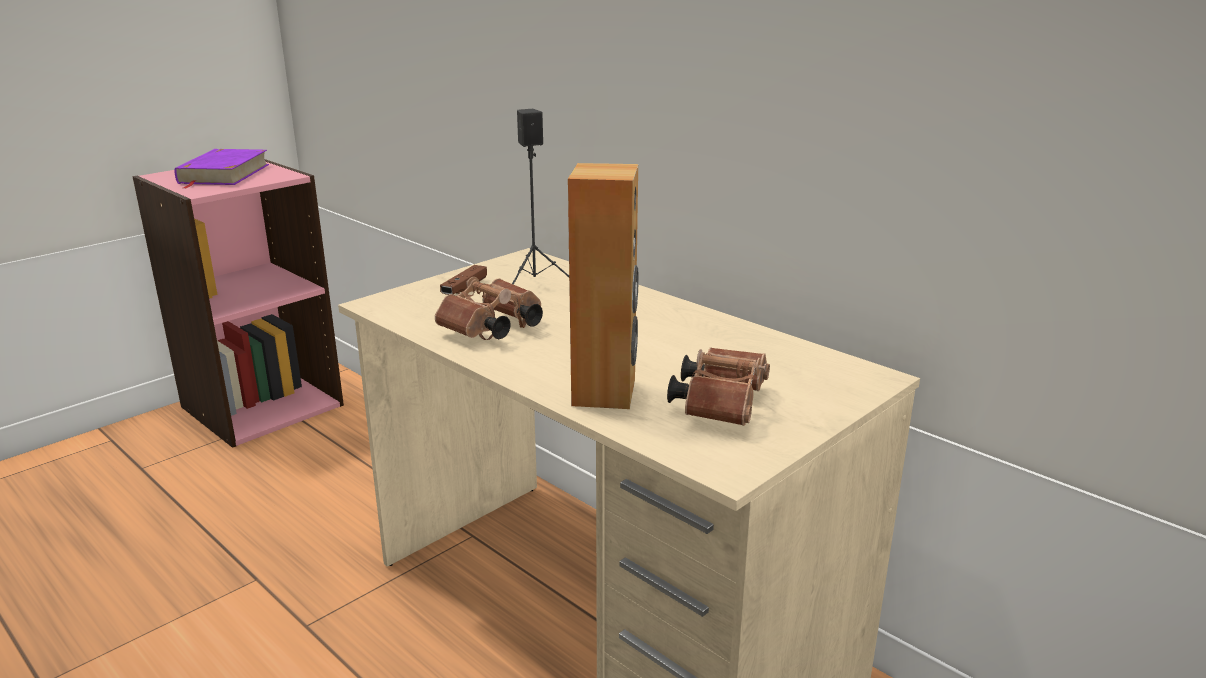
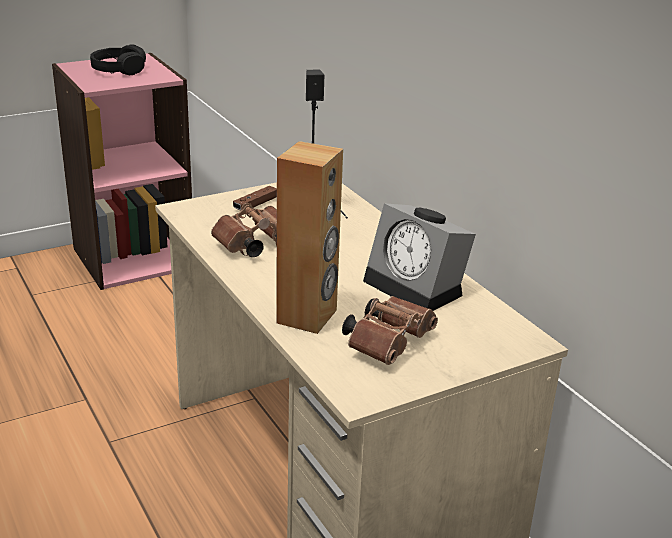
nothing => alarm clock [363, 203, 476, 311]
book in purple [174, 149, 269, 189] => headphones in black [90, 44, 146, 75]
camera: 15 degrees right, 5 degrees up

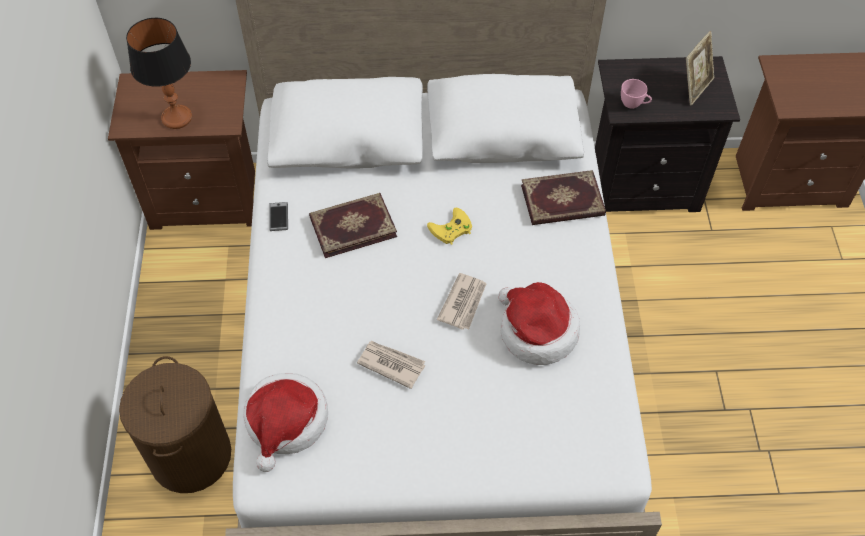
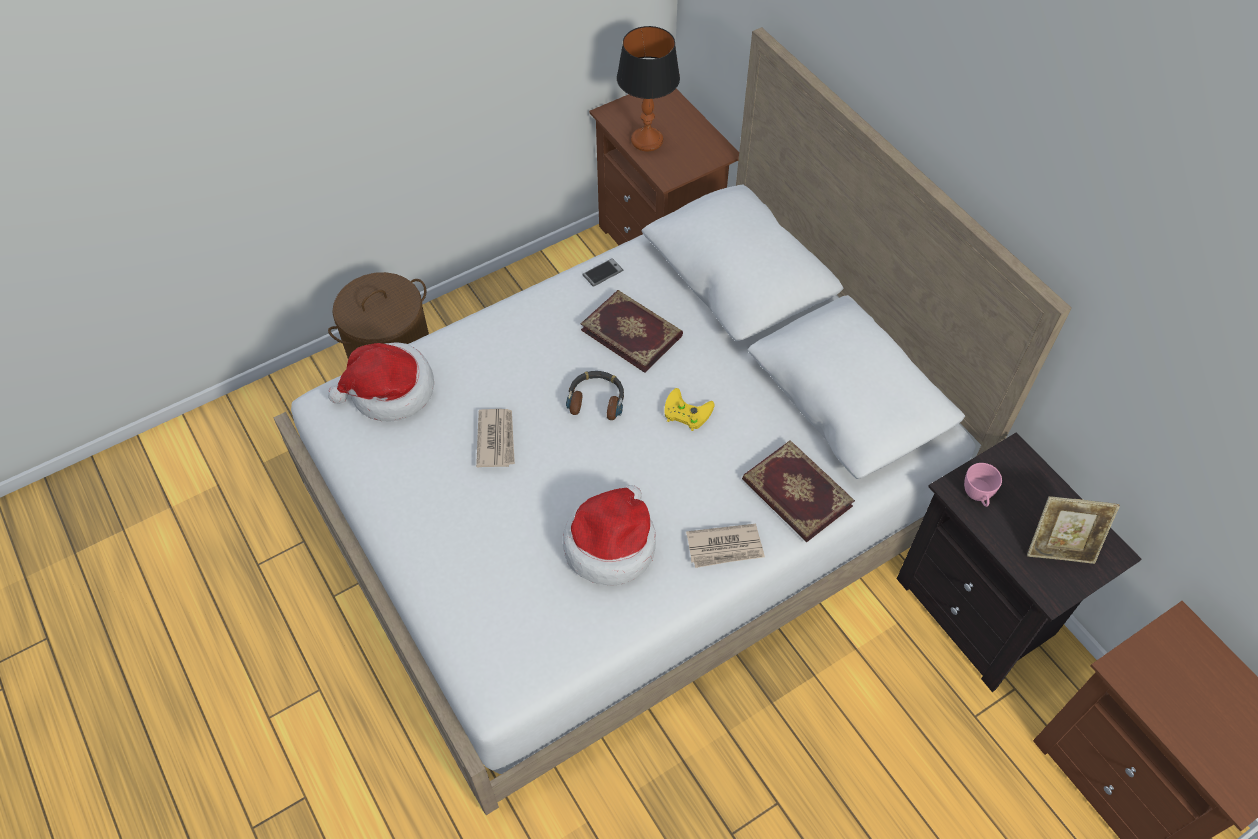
nothing => headphones [566, 371, 624, 420]
newspaper [437, 273, 487, 330] => newspaper [686, 524, 765, 568], shifted
camera: 60 degrees right, 0 degrees up

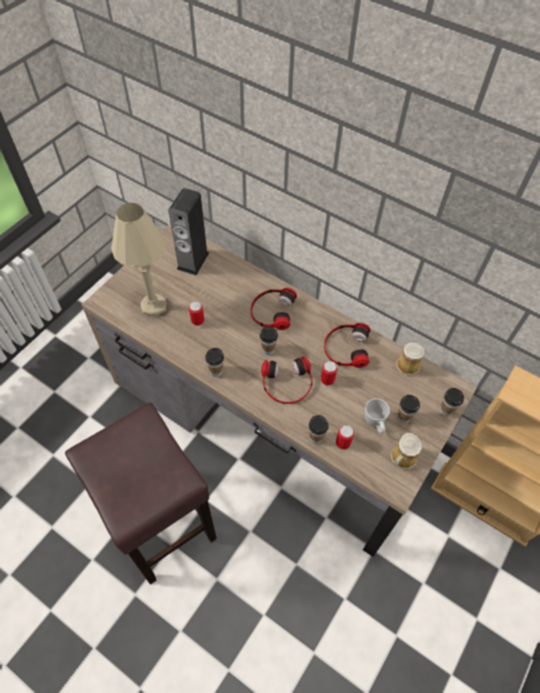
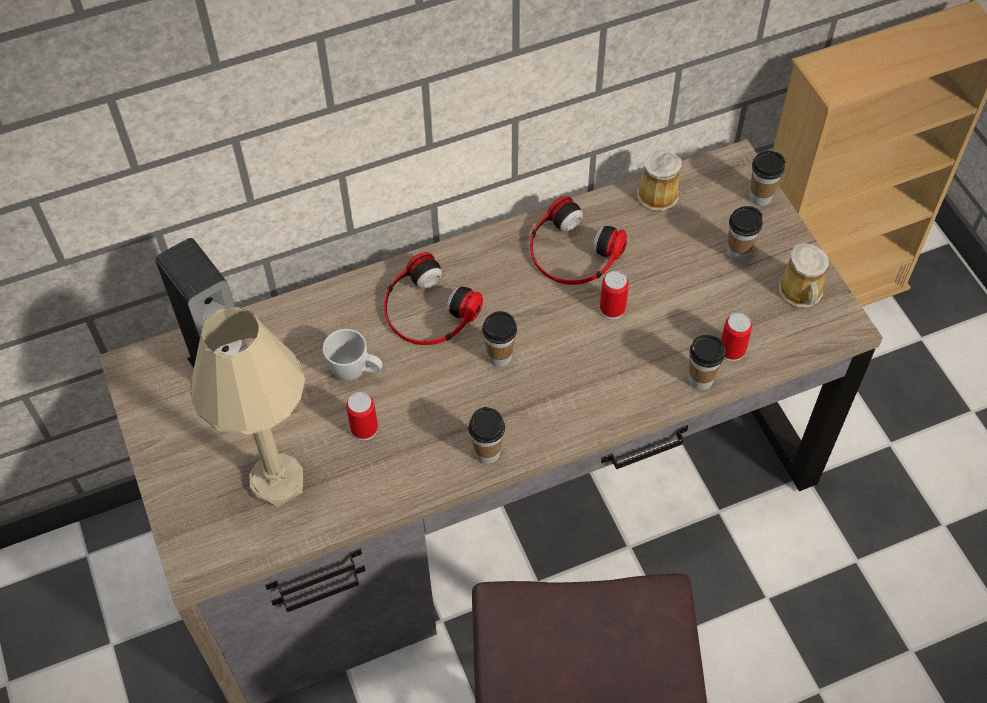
headphones [261, 356, 313, 404] => nothing
mug in white [365, 399, 390, 433] => mug in white [323, 329, 383, 381], shifted
camera: 55 degrees left, 0 degrees up

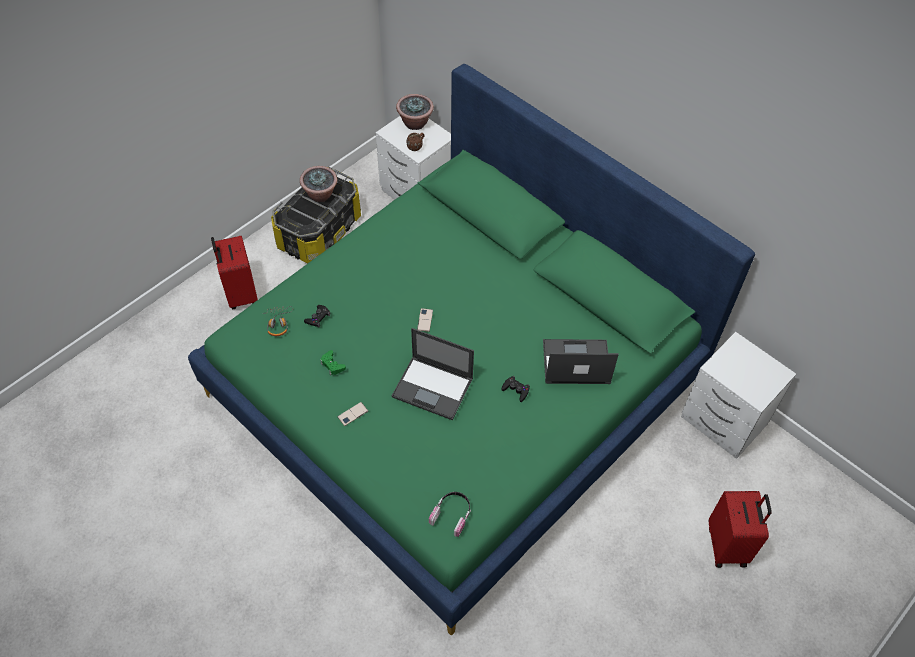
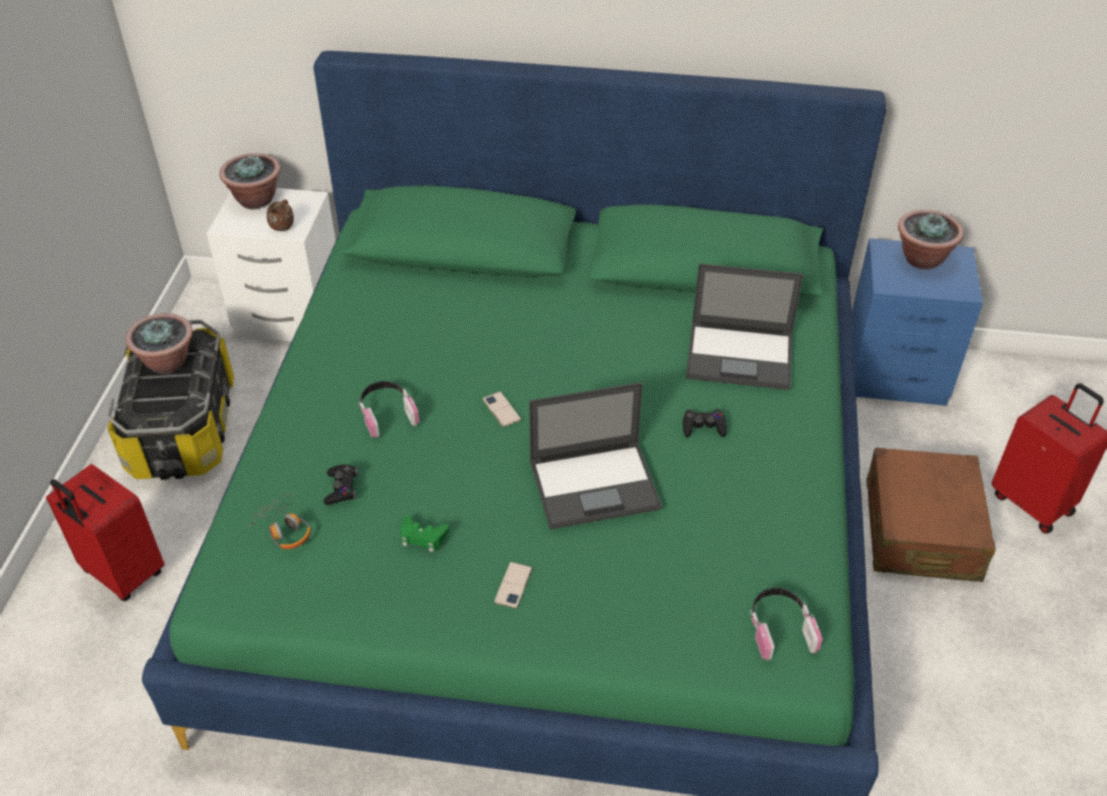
nothing => headphones [359, 381, 419, 438]
nothing => suitcase in brown [866, 448, 996, 582]
nothing => potted plant [898, 210, 964, 270]
nightstand in white [681, 332, 796, 459] => nightstand in blue [852, 238, 983, 406]
laptop [543, 339, 619, 384] => laptop [686, 263, 804, 390], 135 degrees counterclockwise
camera: 35 degrees left, 10 degrees down

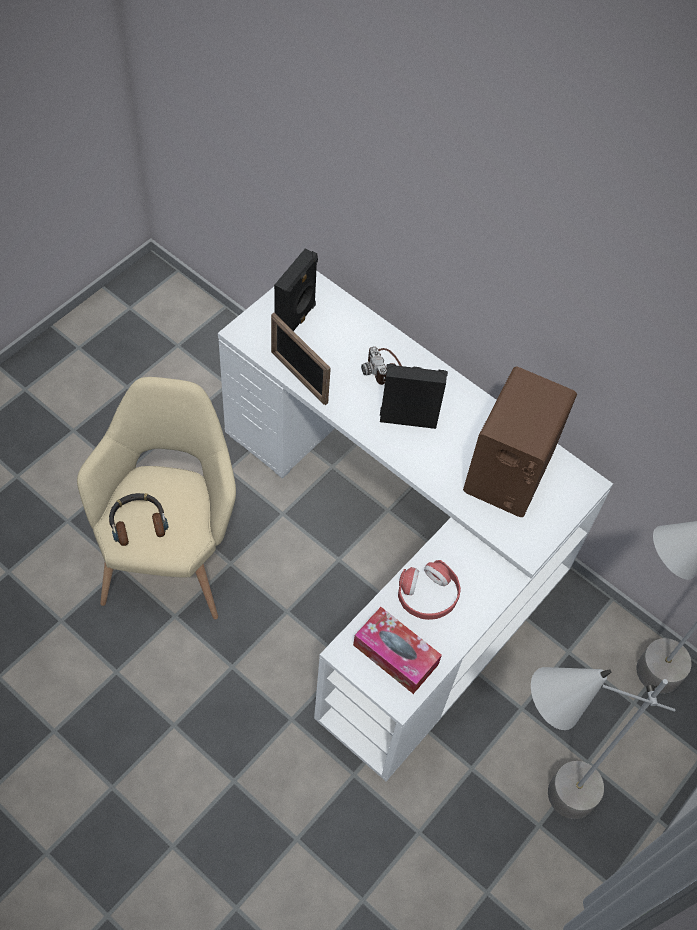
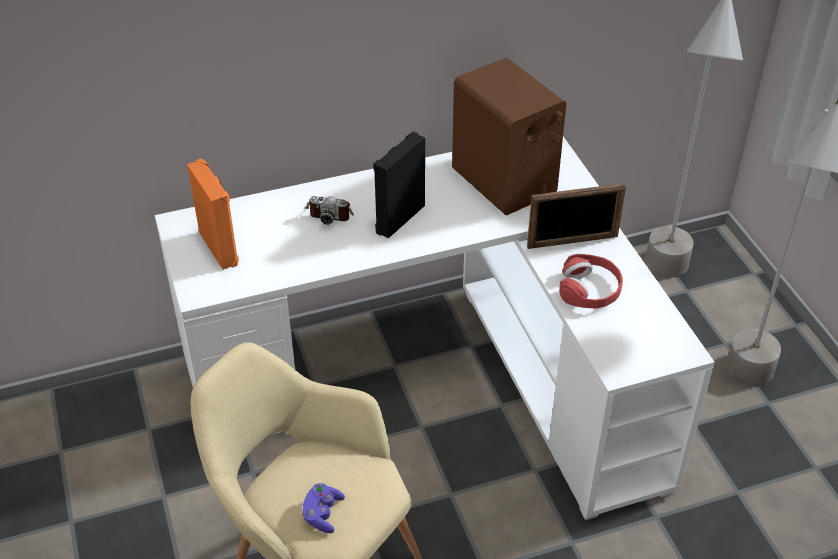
tissue box [353, 607, 442, 694] => nothing
picture frame [271, 313, 331, 405] => picture frame [527, 183, 626, 249], shifted
headphones [109, 493, 169, 546] => game controller in purple [302, 483, 345, 533]
speaker in black [274, 248, 318, 331] => speaker in orange [187, 158, 239, 270]
camera: 55 degrees left, 15 degrees down

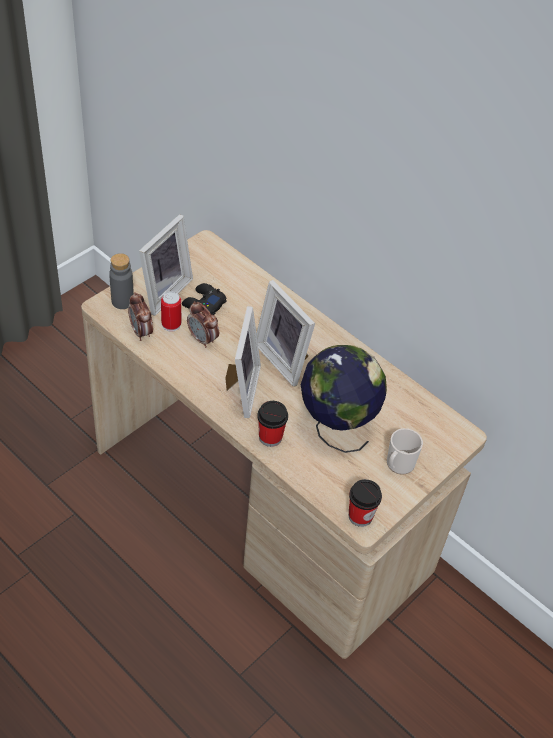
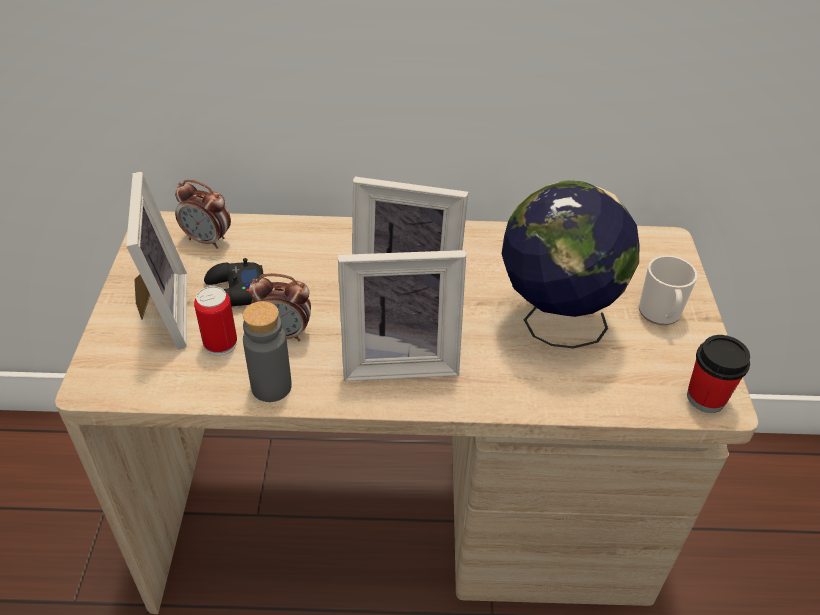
cup [257, 401, 288, 447] => nothing
bottle in grey [109, 253, 134, 309] => bottle in grey [243, 301, 292, 402], shifted
alarm clock [128, 292, 153, 341] => alarm clock [175, 180, 231, 249], shifted
picture frame [225, 306, 261, 418] => picture frame [338, 250, 466, 381], 120 degrees clockwise
camera: 40 degrees left, 5 degrees down

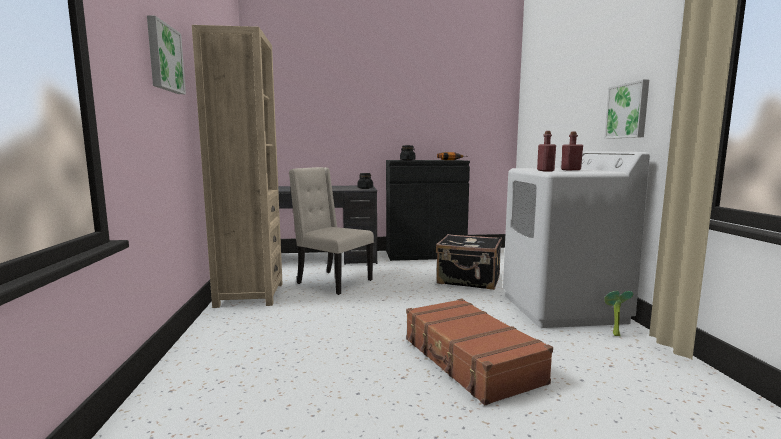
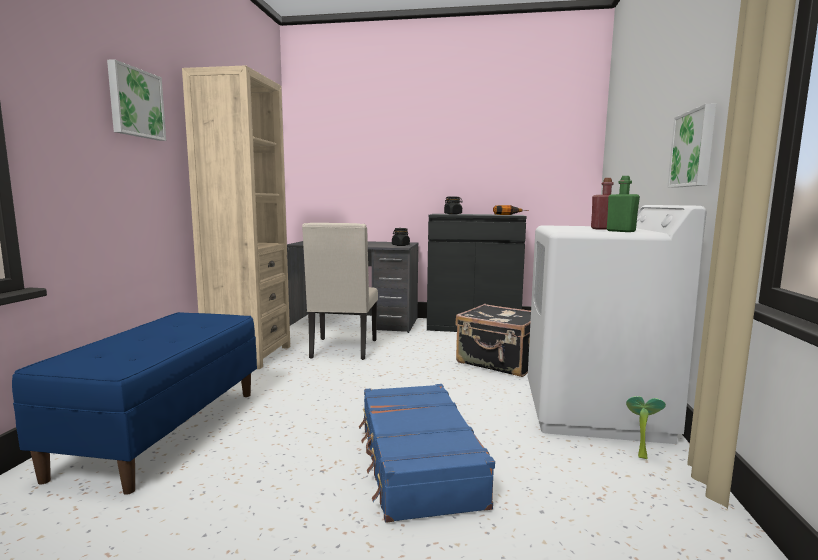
bottle in red [537, 131, 556, 171] => nothing
nothing => bench in blue [12, 312, 257, 495]
nothing => bottle in green [607, 176, 640, 232]
suitcase in brown [406, 299, 553, 405] => suitcase in blue [359, 384, 495, 523]
chair in beige [289, 167, 374, 295] => chair in beige [302, 223, 378, 360], 135 degrees counterclockwise
camera: 15 degrees right, 0 degrees up

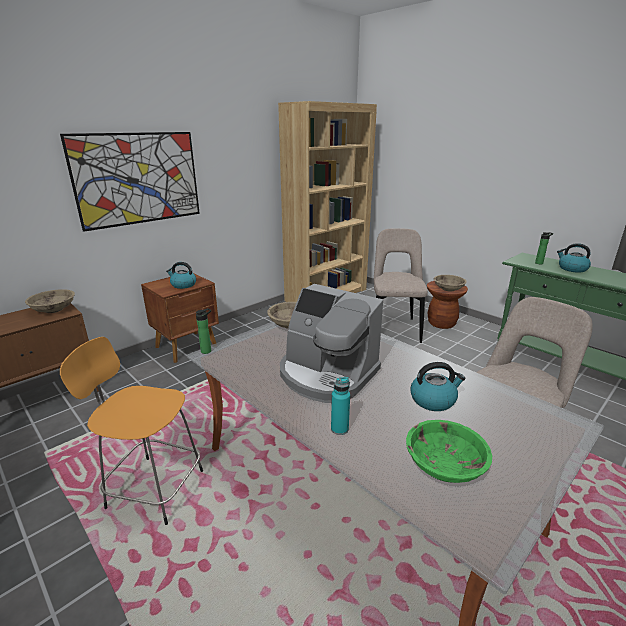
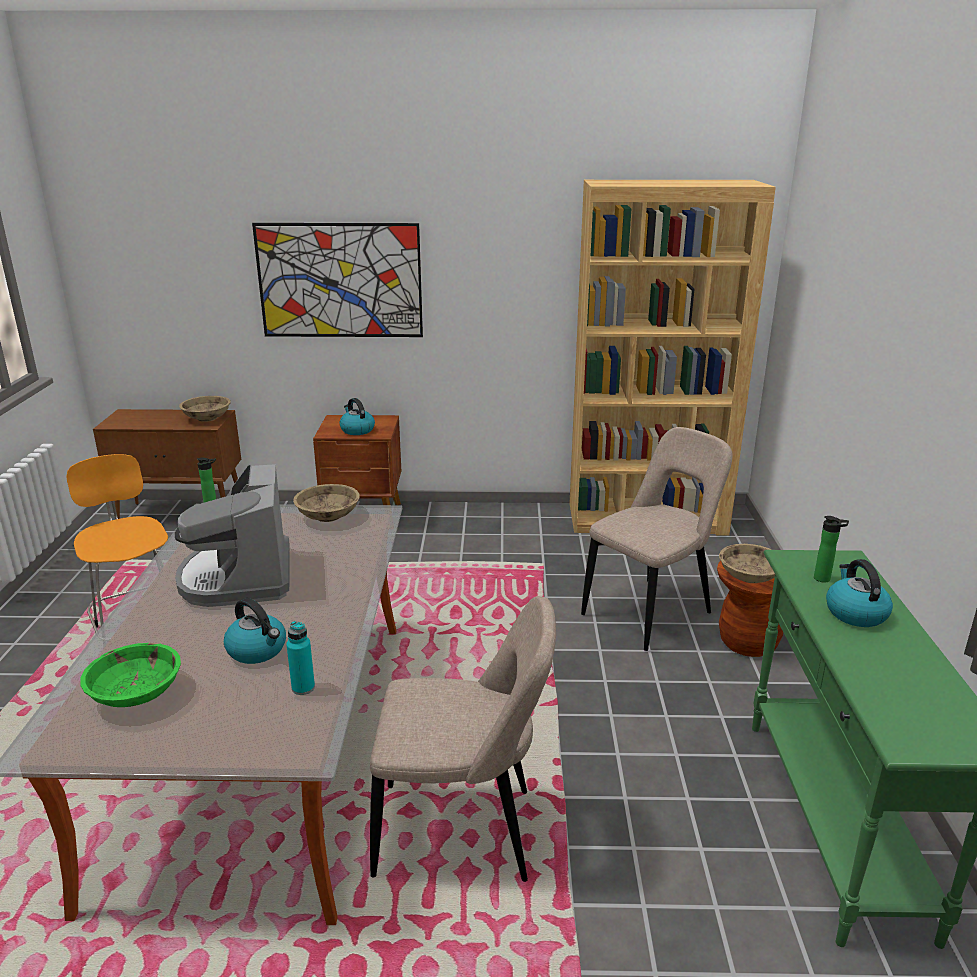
bottle in turquoise [331, 377, 350, 435] => bottle in turquoise [286, 621, 315, 695], shifted
camera: 45 degrees right, 0 degrees up

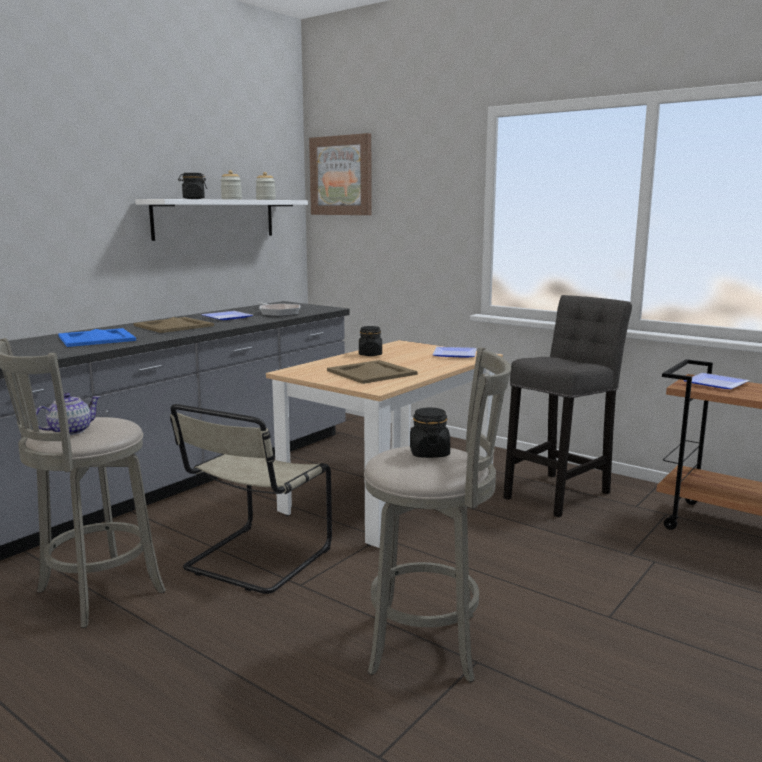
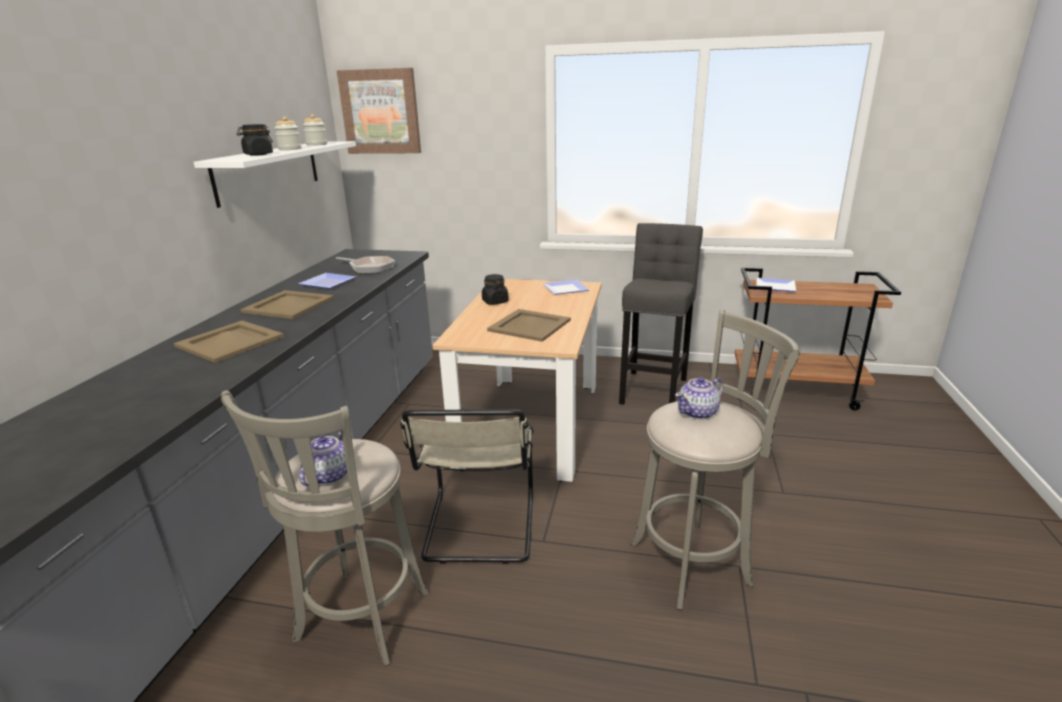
jar in black [410, 407, 450, 458] => teapot [675, 377, 724, 420]
tray in blue [58, 328, 136, 347] => tray in beige [174, 321, 284, 363]
camera: 25 degrees left, 10 degrees up

